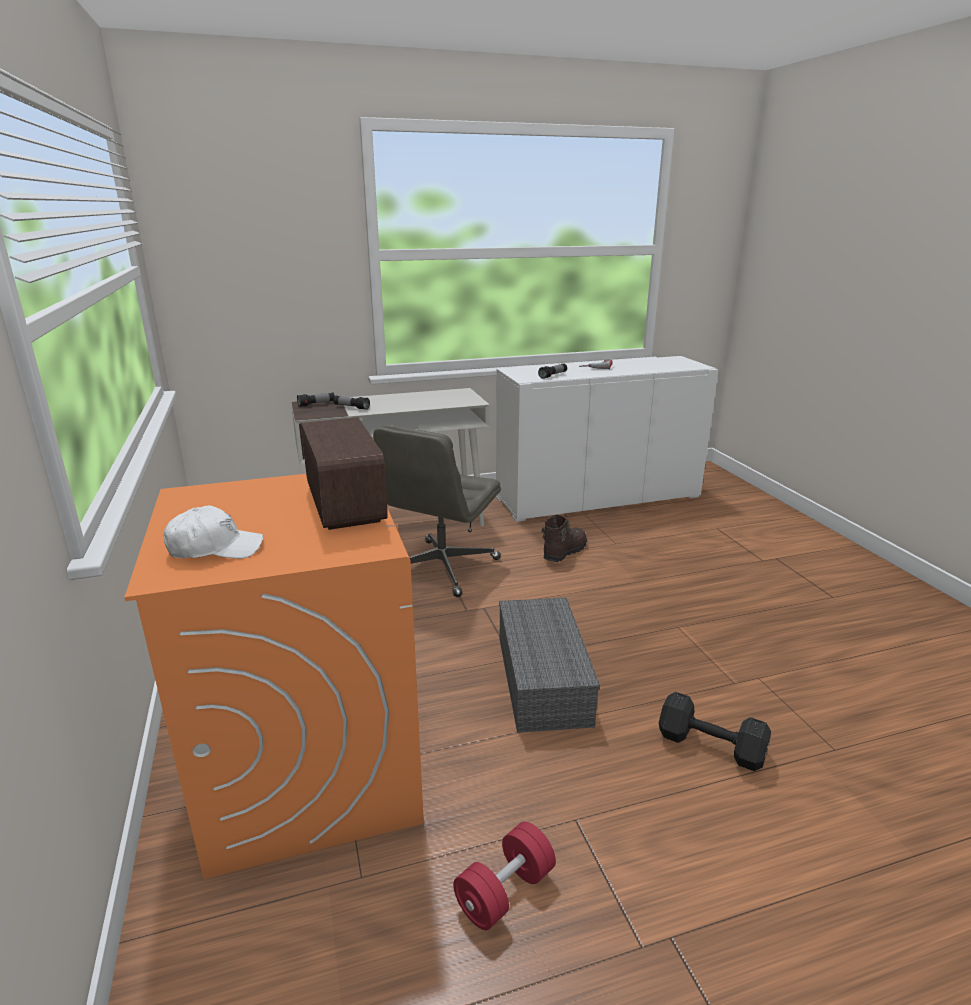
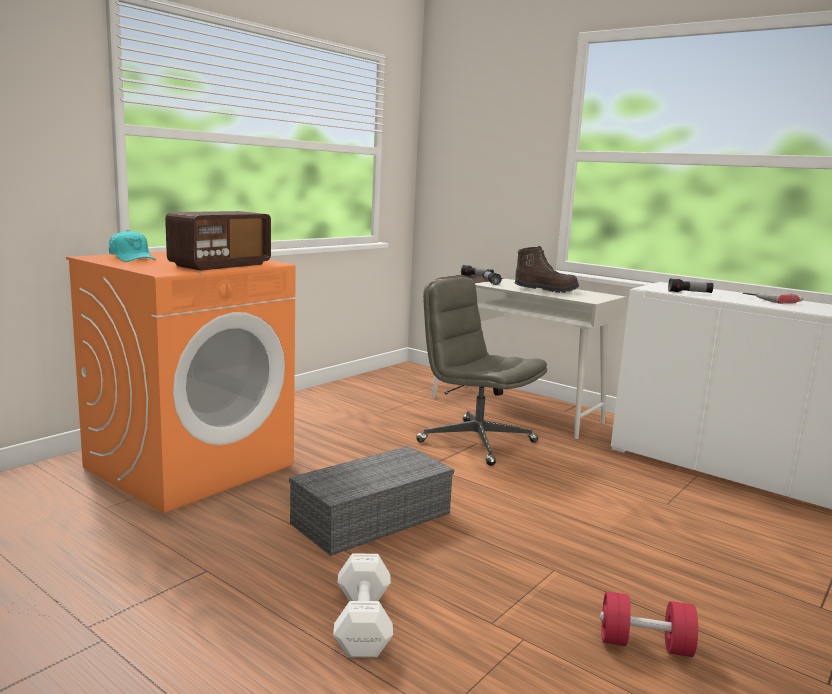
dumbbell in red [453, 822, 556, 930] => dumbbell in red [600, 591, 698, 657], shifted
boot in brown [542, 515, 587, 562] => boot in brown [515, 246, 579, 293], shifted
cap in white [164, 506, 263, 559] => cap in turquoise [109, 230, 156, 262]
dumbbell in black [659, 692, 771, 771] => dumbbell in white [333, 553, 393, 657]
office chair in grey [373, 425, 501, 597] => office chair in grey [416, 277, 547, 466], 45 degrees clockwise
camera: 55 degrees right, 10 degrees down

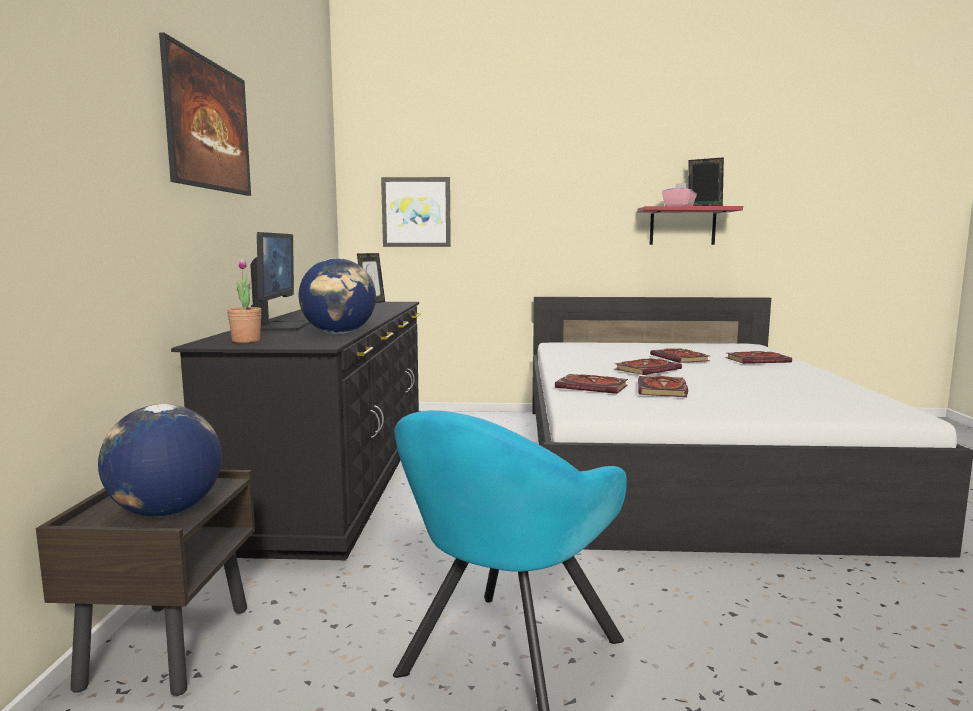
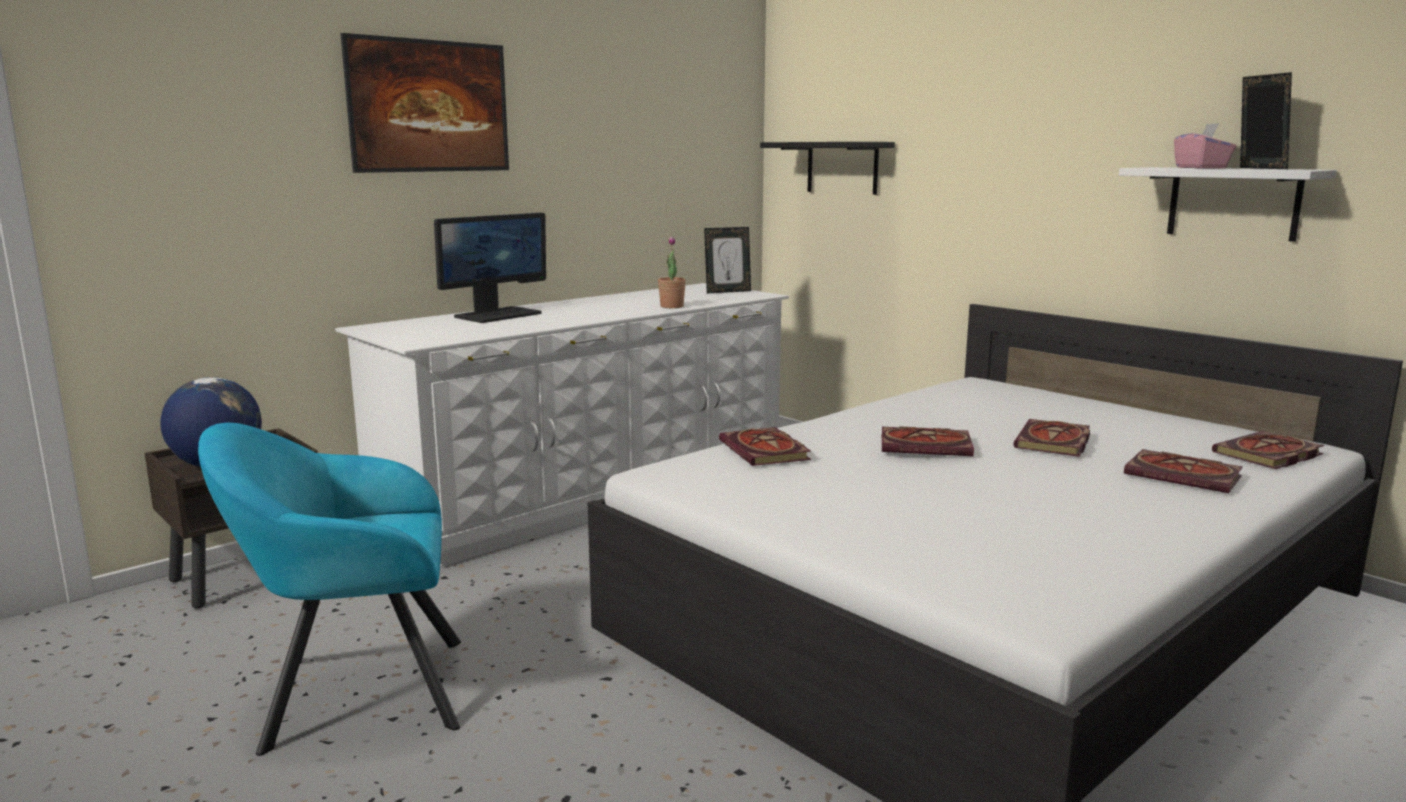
globe [299, 258, 376, 334] => nothing
potted plant [227, 259, 262, 343] => potted plant [658, 236, 686, 308], shifted
book [638, 376, 688, 397] => book [1212, 431, 1325, 469], shifted
picture [381, 177, 451, 247] => shelf in black [760, 142, 895, 195]
dresser in black [171, 302, 421, 560] => dresser in white [335, 283, 789, 567]
shelf in red [637, 206, 743, 245] => shelf in white [1119, 167, 1337, 242]
camera: 45 degrees right, 5 degrees up

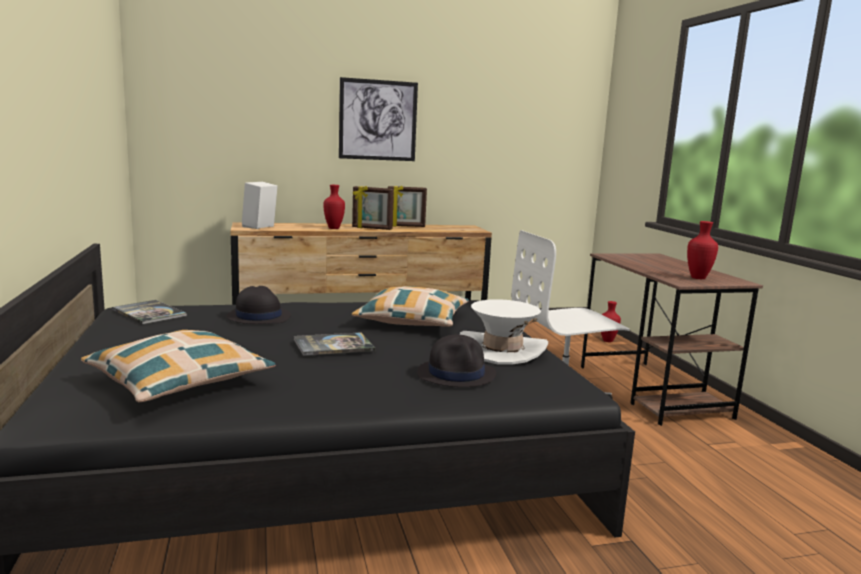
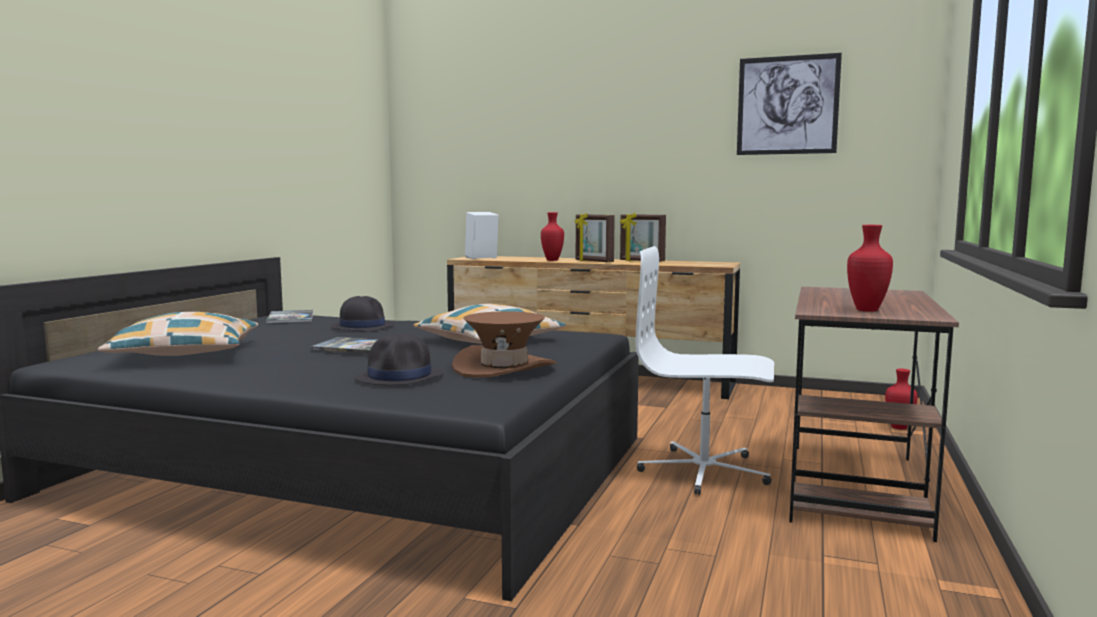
picture [339, 77, 418, 161] => picture [737, 53, 842, 155], shifted
hat in white [460, 299, 548, 364] => hat in brown [452, 311, 556, 378]
camera: 35 degrees right, 5 degrees down

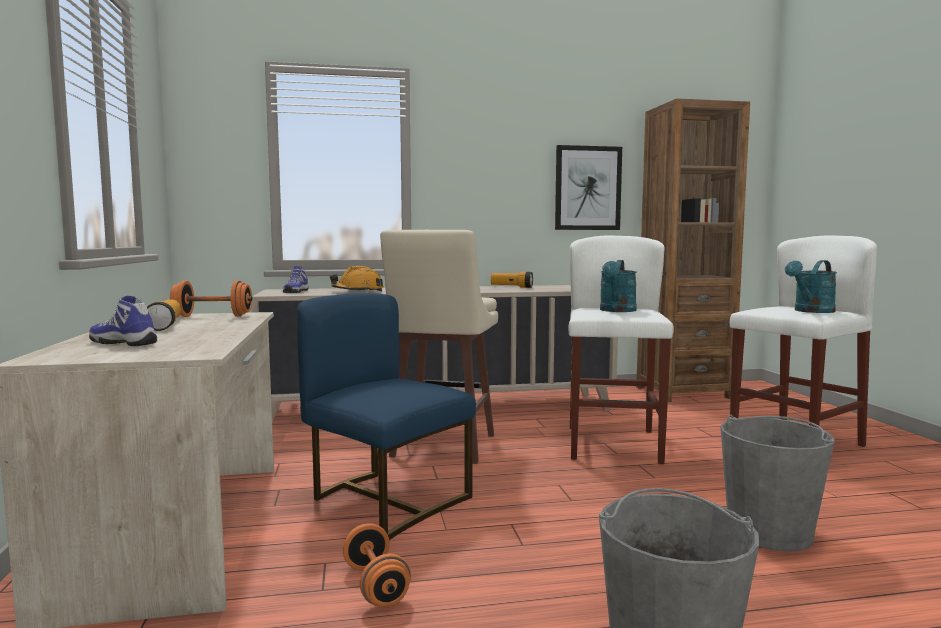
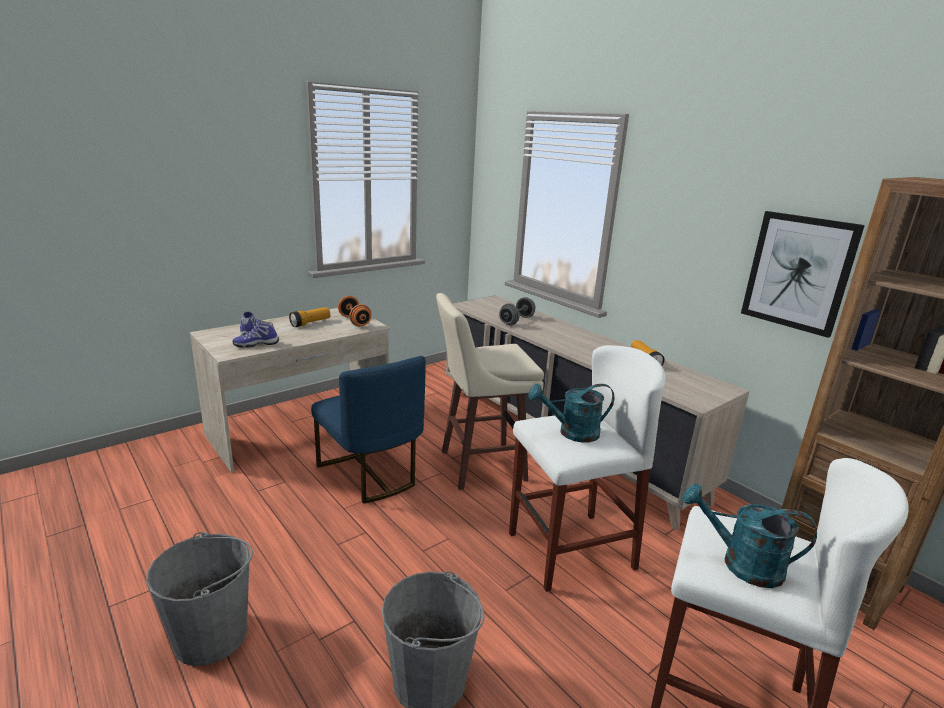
dumbbell in orange [343, 523, 411, 607] => nothing
shoe [283, 266, 309, 293] => shoe [233, 320, 279, 348], shifted
hard hat in orange [330, 266, 384, 292] => dumbbell in grey [499, 297, 536, 325]
chair in blue [297, 293, 476, 540] => chair in blue [311, 356, 425, 504], 135 degrees clockwise
camera: 60 degrees right, 15 degrees up

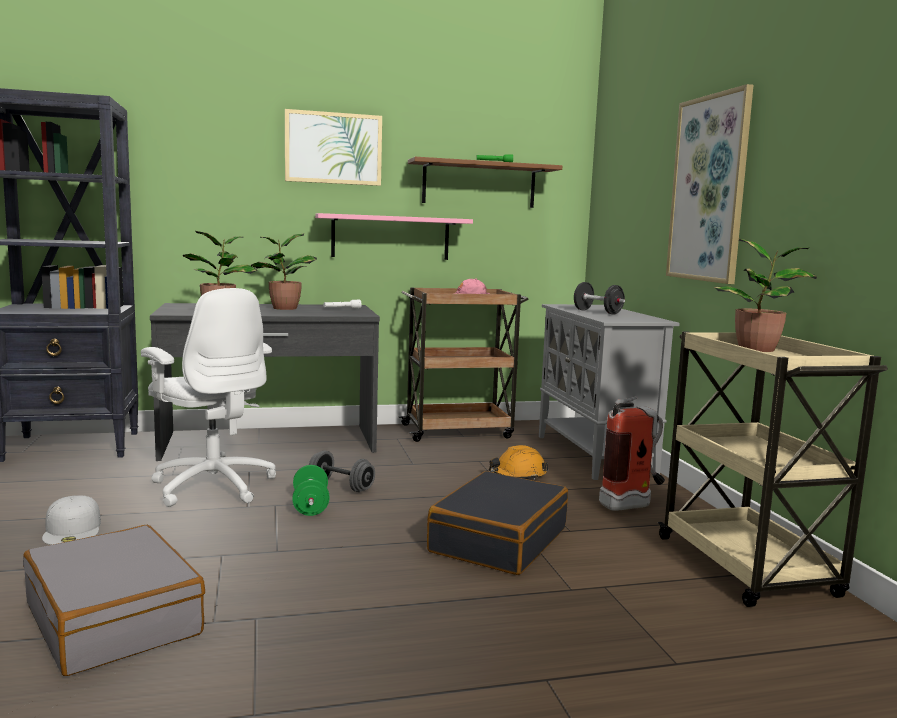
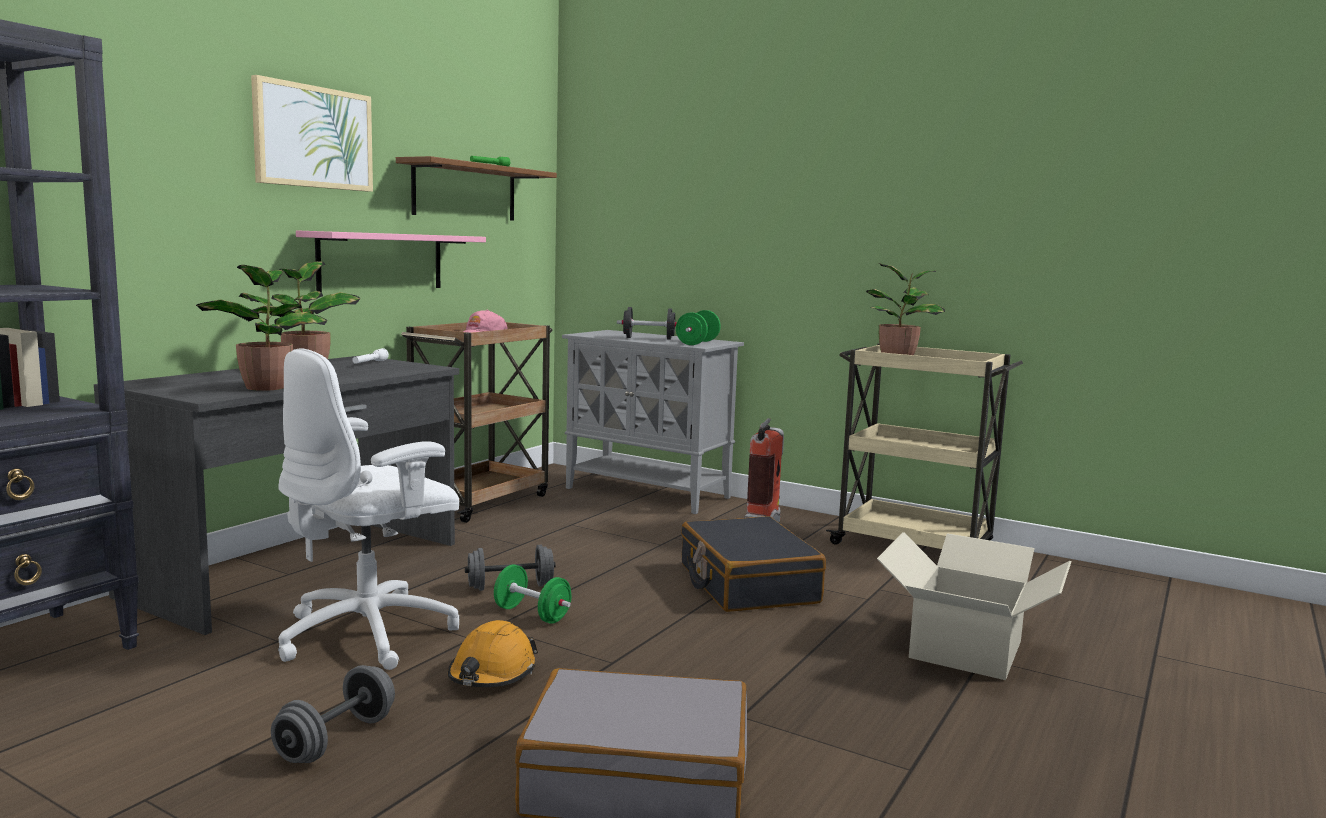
picture [666, 84, 754, 284] => nothing
nothing => dumbbell in green [676, 310, 721, 345]
nothing => cardboard box [877, 532, 1072, 680]
hard hat in orange [489, 445, 548, 480] => hard hat in orange [448, 620, 538, 687], shifted
cap in white [42, 495, 101, 545] => dumbbell in grey [271, 665, 395, 763]
office chair in white [141, 288, 276, 507] => office chair in white [278, 348, 460, 670], 135 degrees clockwise
camera: 45 degrees left, 0 degrees up

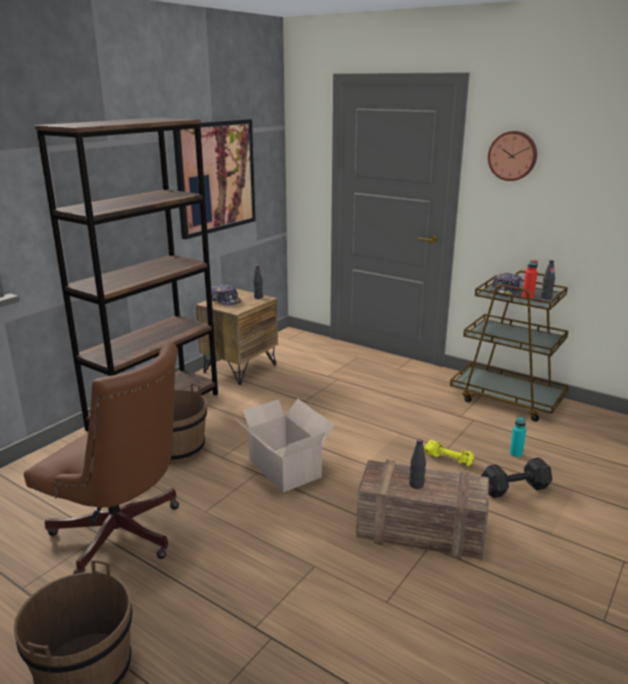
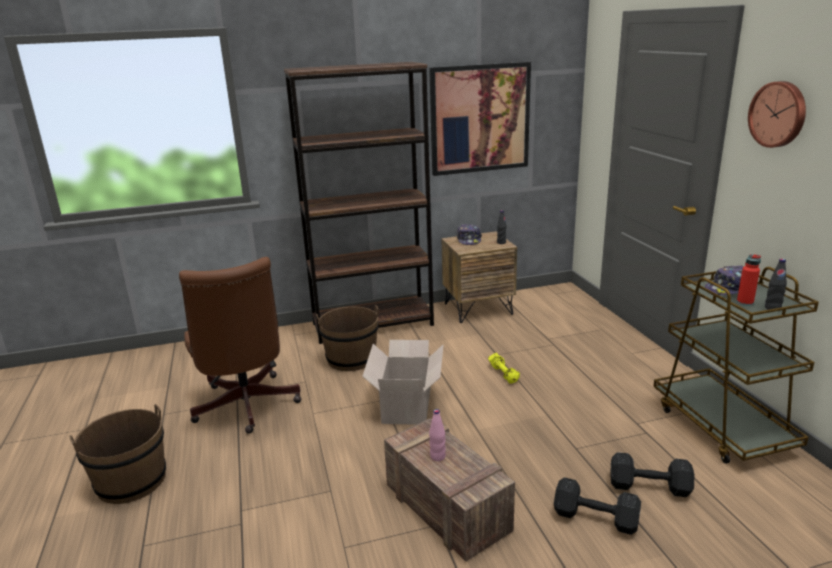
dumbbell in yellow [425, 440, 474, 466] => dumbbell in yellow [488, 353, 520, 384], shifted
bottle in turquoise [510, 417, 526, 458] => dumbbell in black [610, 452, 694, 497]
bottle in black [409, 439, 426, 489] => bottle in pink [429, 409, 446, 461]
camera: 40 degrees right, 0 degrees up

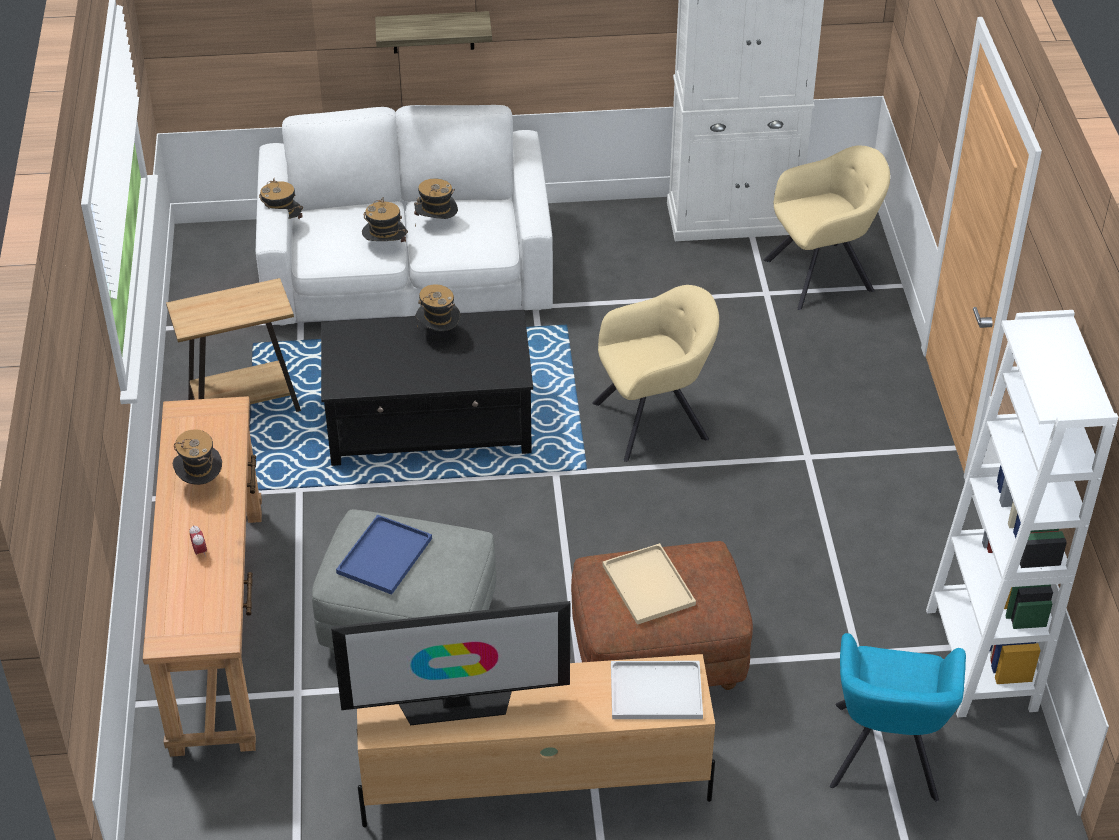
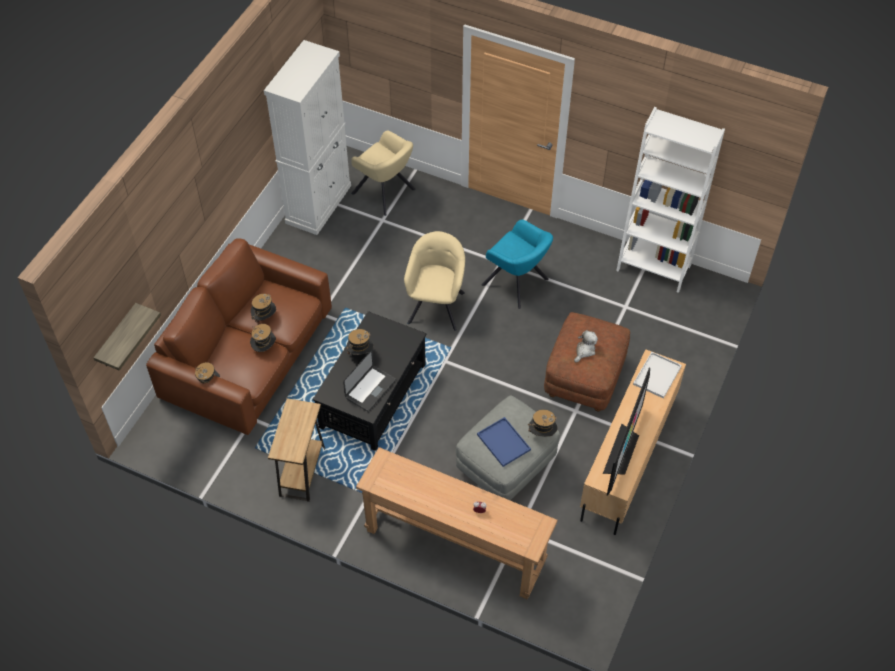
nothing => laptop [343, 349, 396, 412]
hat [173, 429, 222, 485] => hat [528, 410, 557, 437], shifted
shelf [375, 11, 492, 53] => shelf [93, 303, 161, 371], shifted
armchair in turquoise [830, 633, 966, 802] => armchair in turquoise [481, 220, 553, 309], shifted
tray in beige [603, 543, 696, 625] => plush toy [574, 330, 598, 362]
sofa in white [256, 105, 553, 326] => sofa in brown [146, 238, 332, 435]
armchair in beige [764, 146, 890, 310] => armchair in beige [351, 130, 416, 216], 120 degrees clockwise
camera: 60 degrees left, 10 degrees up

